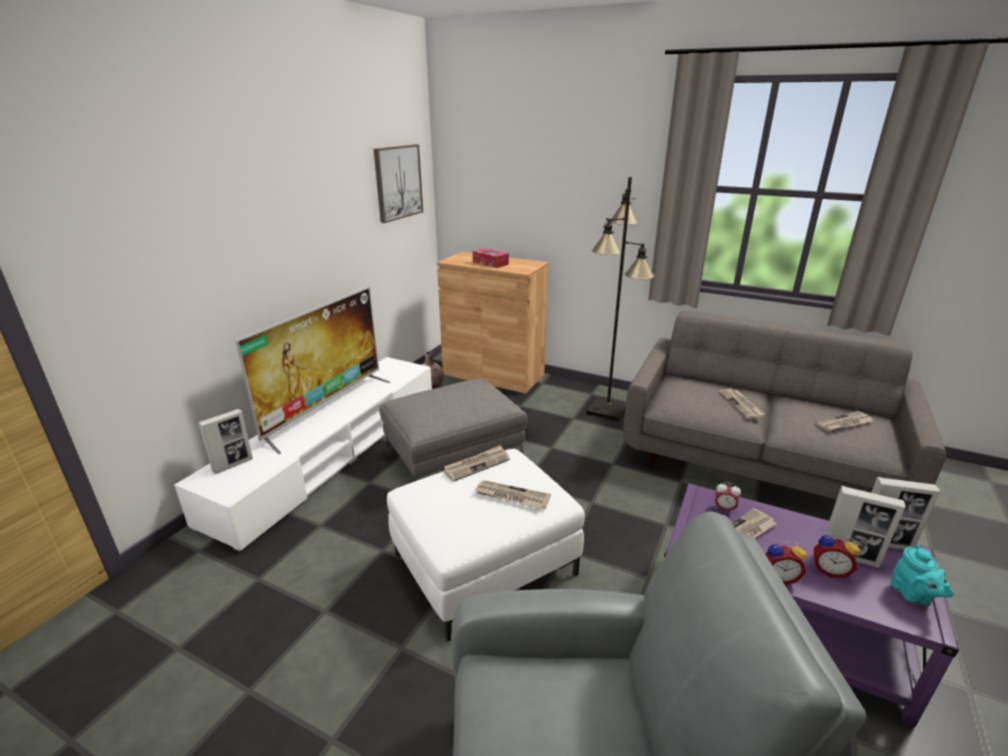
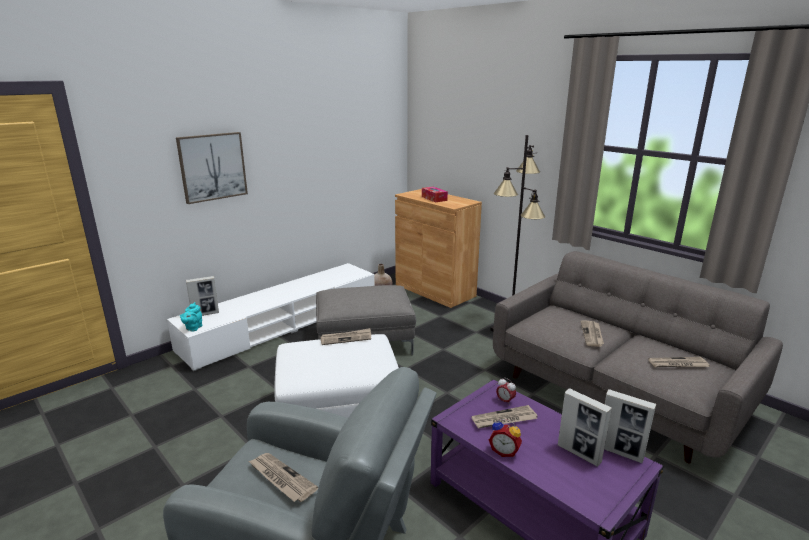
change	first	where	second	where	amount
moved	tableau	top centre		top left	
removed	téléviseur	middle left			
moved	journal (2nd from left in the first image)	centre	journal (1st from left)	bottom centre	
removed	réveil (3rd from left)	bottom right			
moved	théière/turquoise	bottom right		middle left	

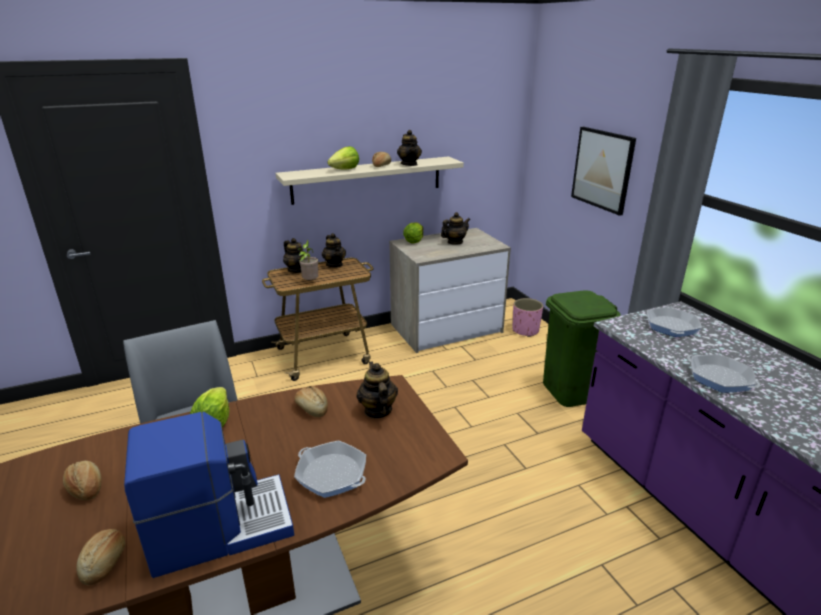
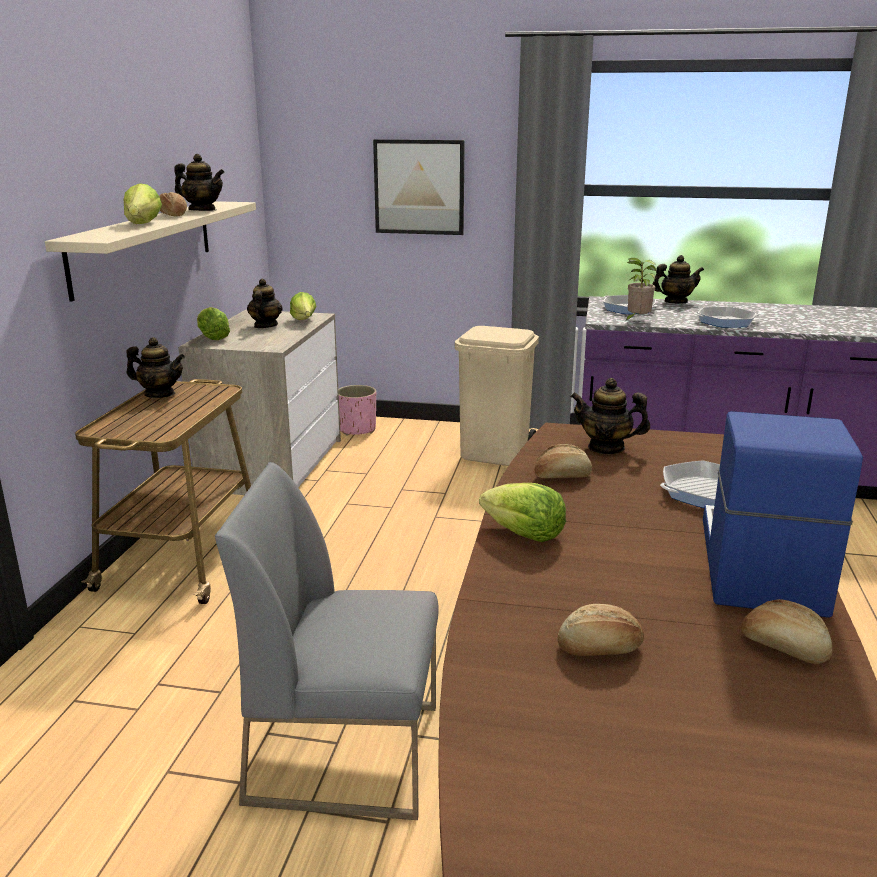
change	first	where	second	where	amount
moved	théière (1st from left in the first image)	centre	théière (5th from left)	top right	
moved	plante en pot	centre		top right	
recoloured	poubelle/vert	middle right	poubelle/beige	centre	
added			laitue (3rd from left)	centre	

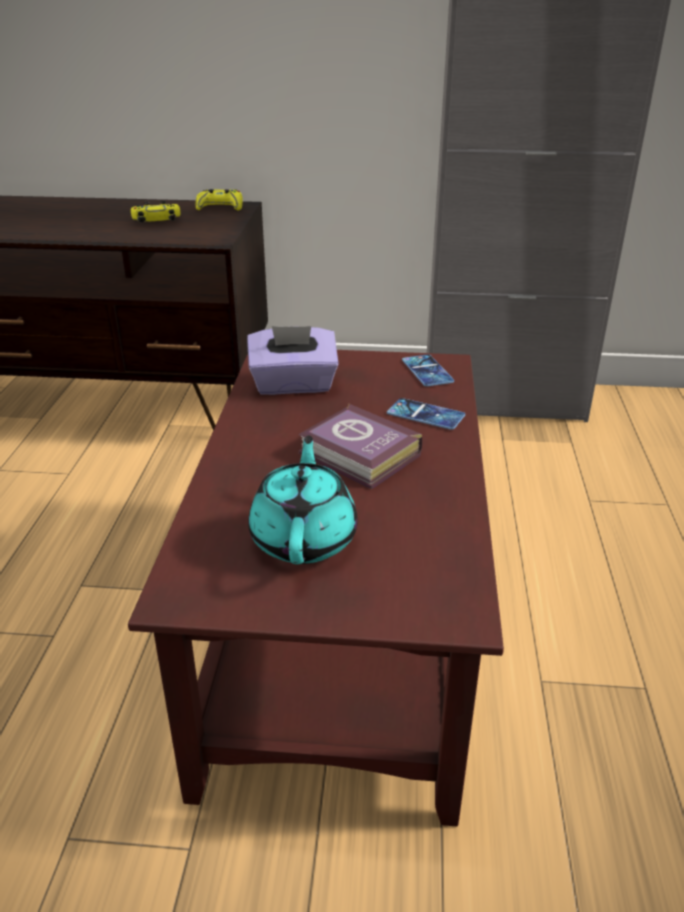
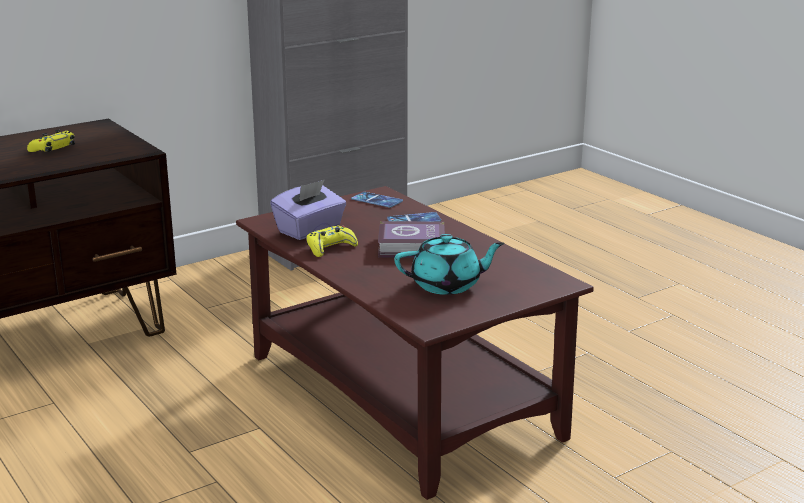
change	first	where	second	where	amount
moved	manette/jaune (2nd from left)	top left		centre	
turned	théière/turquoise	centre		centre	120 degrees clockwise

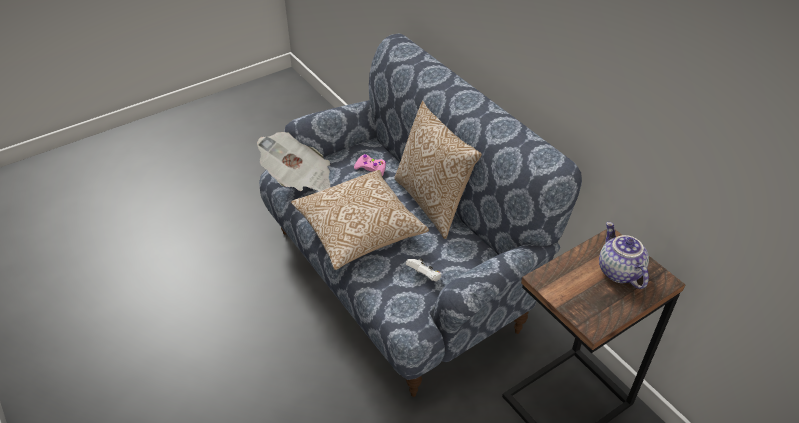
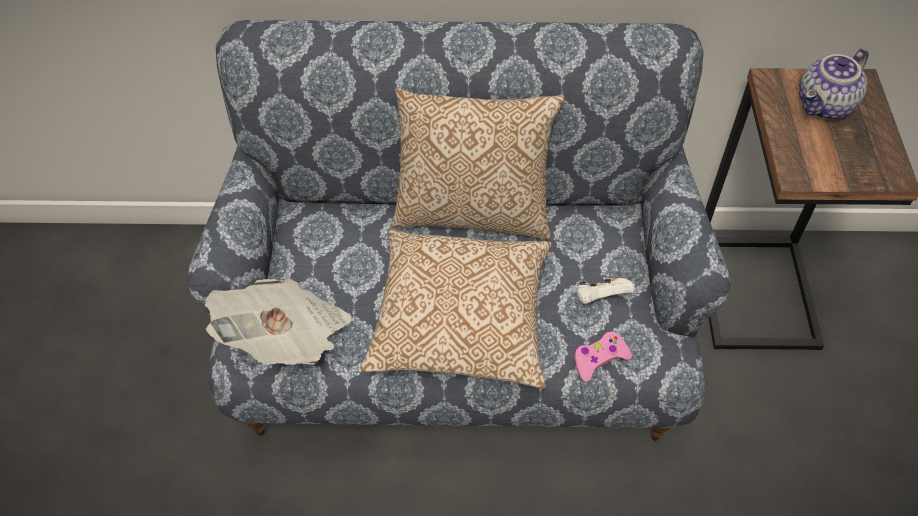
change	first	where	second	where	amount
moved	manette/rose	centre		bottom centre	
turned	théière	middle right		top right	60 degrees counterclockwise

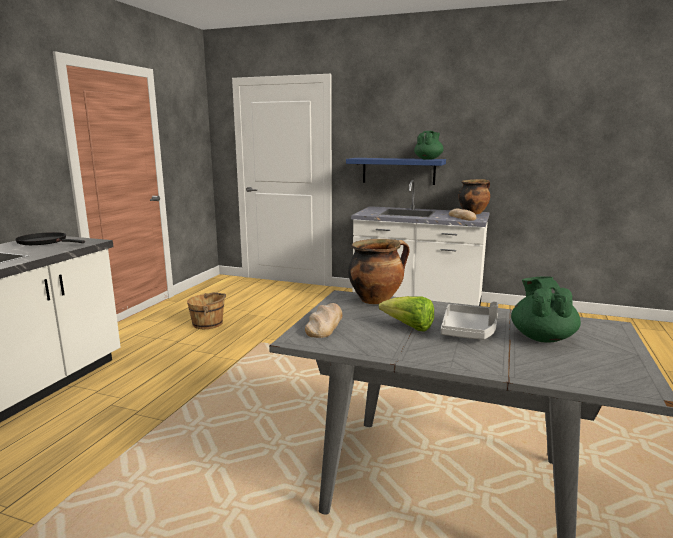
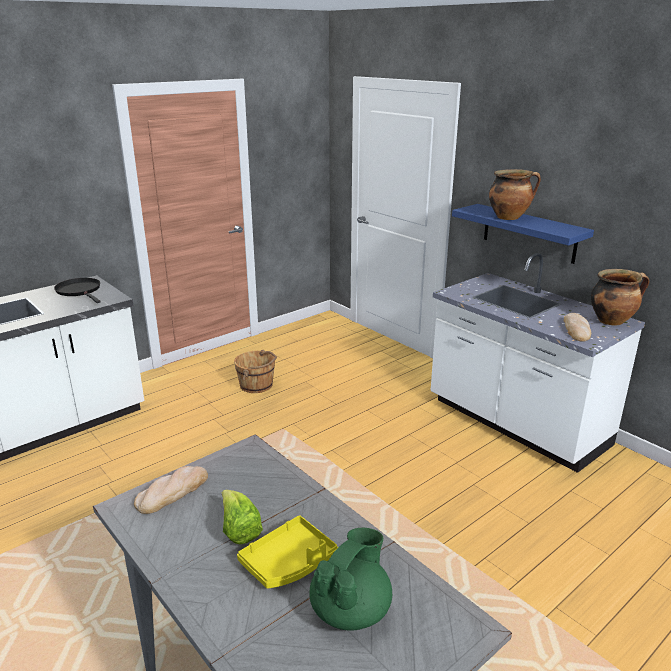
change	first	where	second	where	amount
removed	théière/vert (1st from left)	top centre			
moved	marmite (1st from left)	centre		top right	
recoloured	plateau/gris	middle right	plateau/jaune	bottom centre	

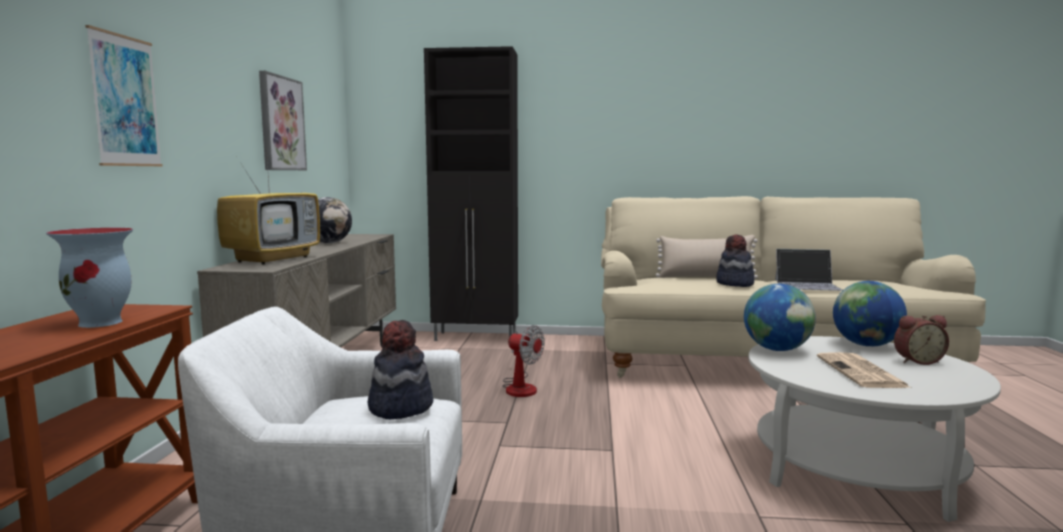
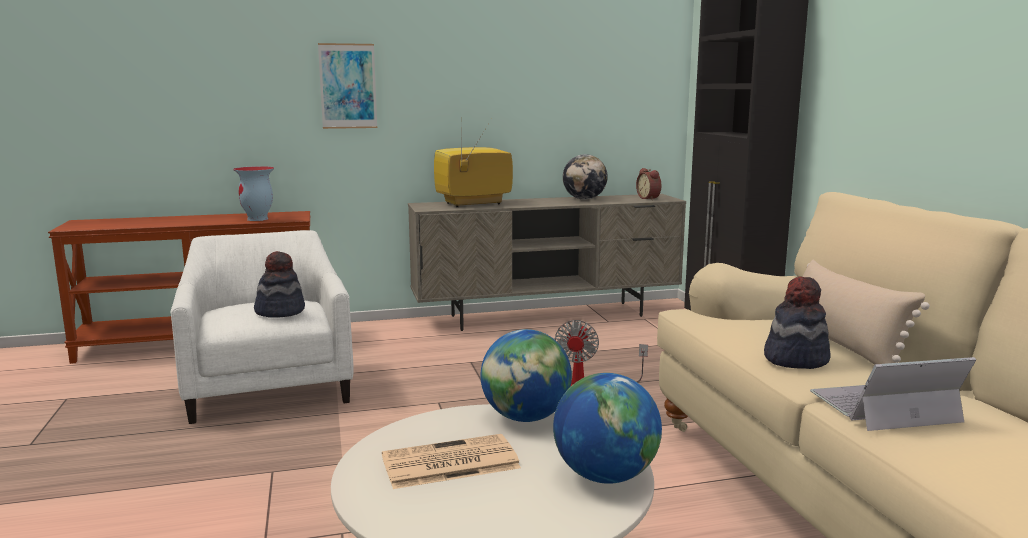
change	first	where	second	where	amount
removed	tableau (2nd from left)	top left			
turned	téléviseur	middle left		top centre	150 degrees clockwise
turned	ordinateur portable	middle right		bottom right	90 degrees clockwise
moved	réveil	middle right		centre	

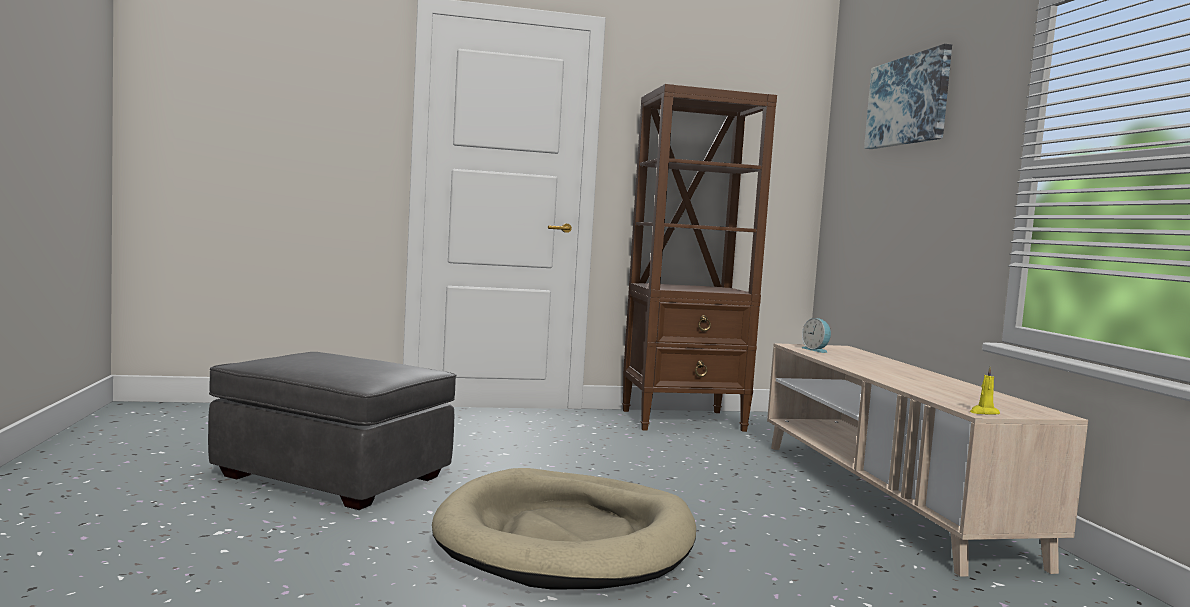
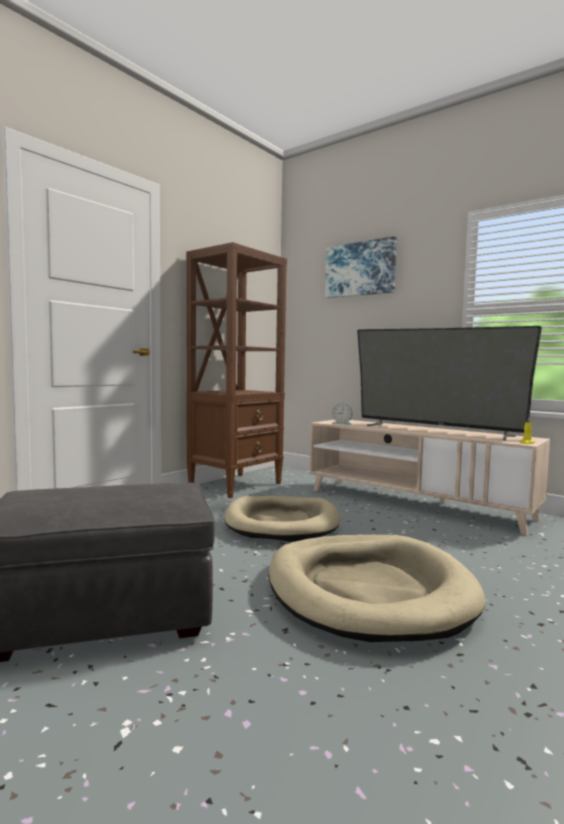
change	first	where	second	where	amount
added			téléviseur	middle right	
added			panier pour chien/beige (1st from left)	centre	

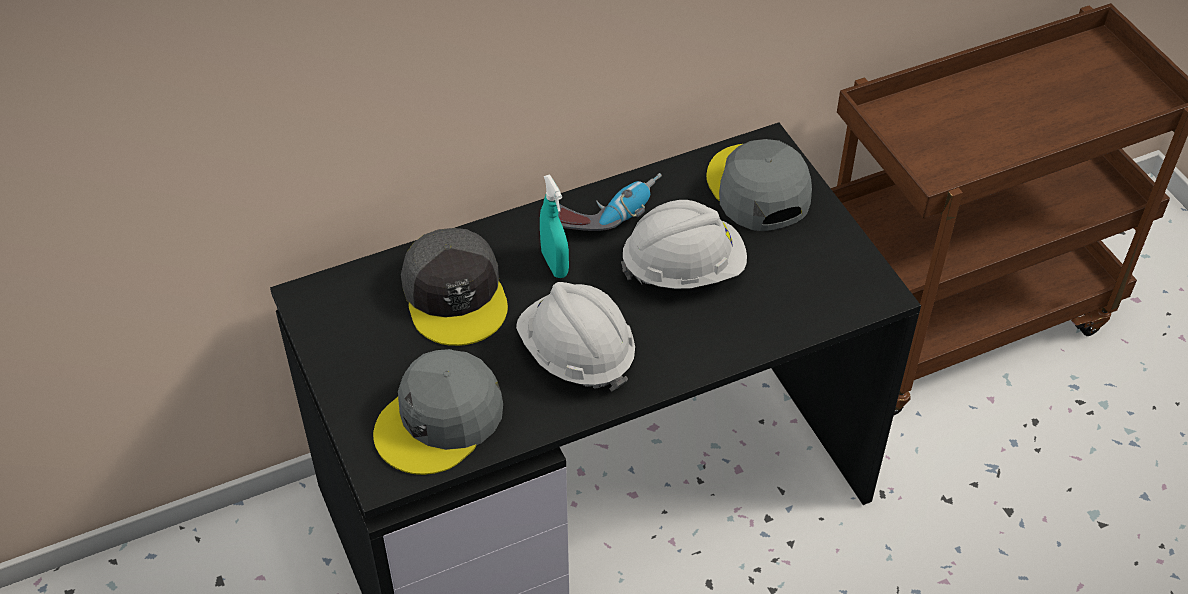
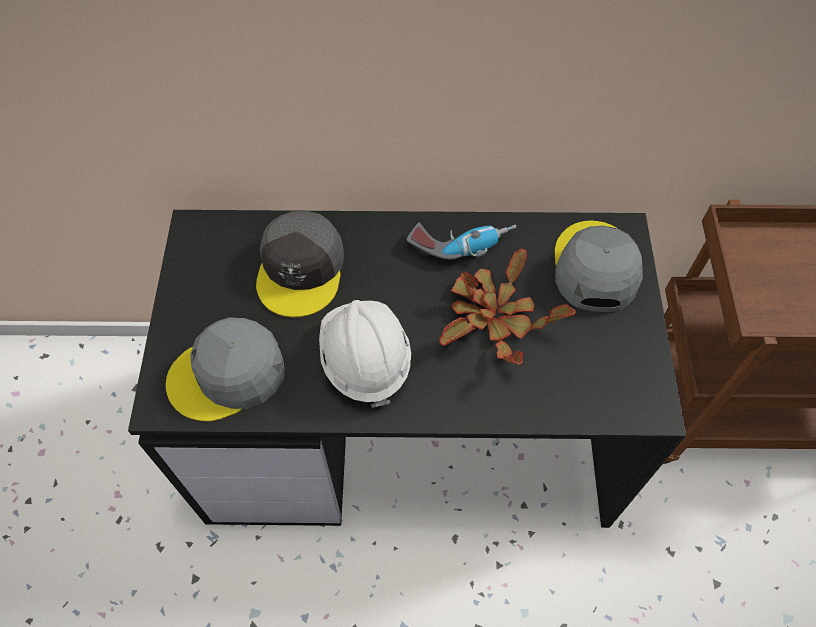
change	first	where	second	where	amount
removed	vaporisateur/turquoise	centre			
replaced	casque de chantier/blanc (2nd from left)	centre	plante en pot	centre	

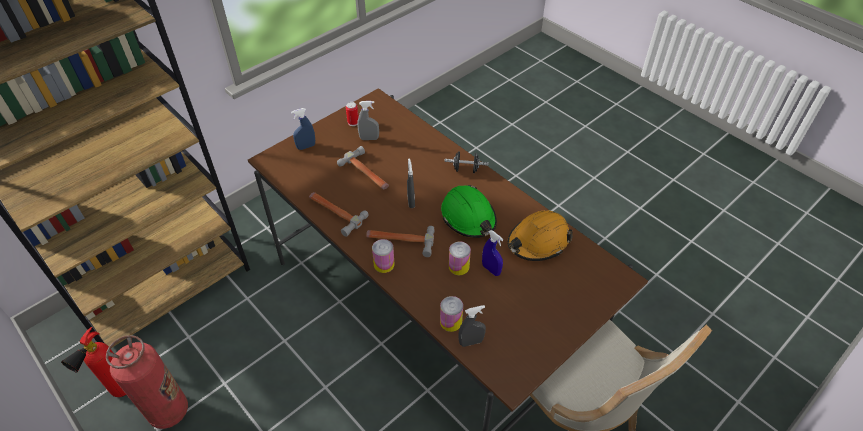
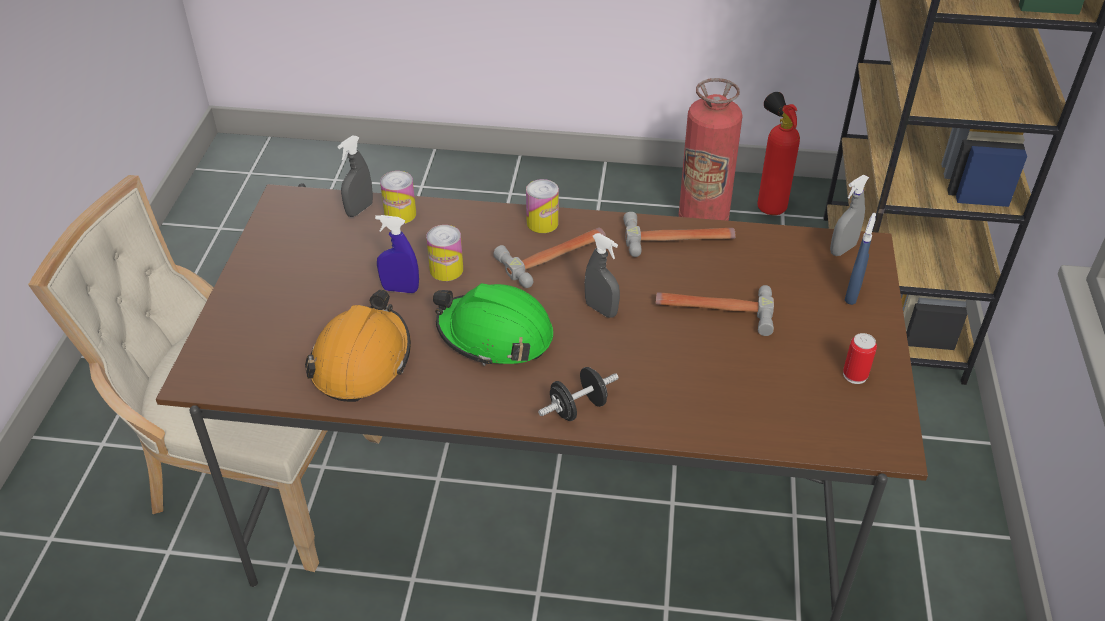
change	first	where	second	where	amount
moved	vaporisateur/gris (1st from left in the first image)	top centre	vaporisateur/gris (3rd from left)	middle right	

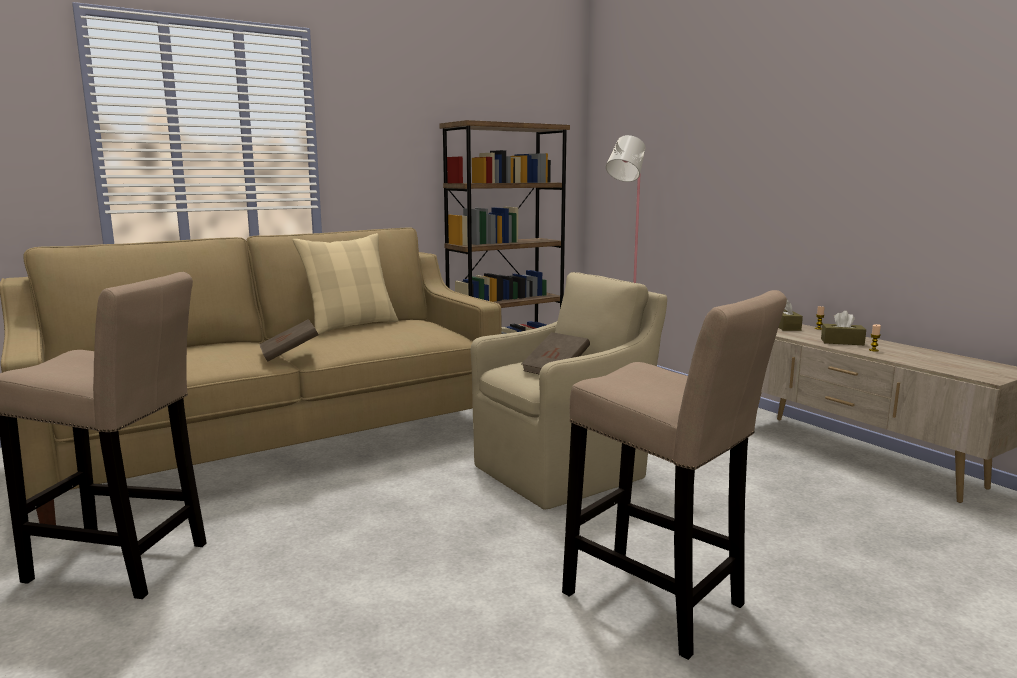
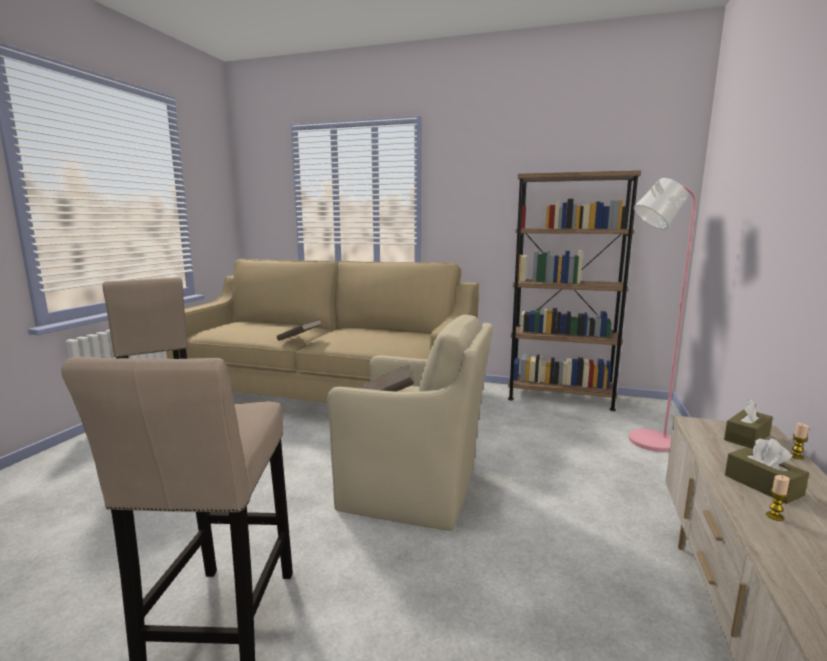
change	first	where	second	where	amount
removed	coussin/beige	centre			

